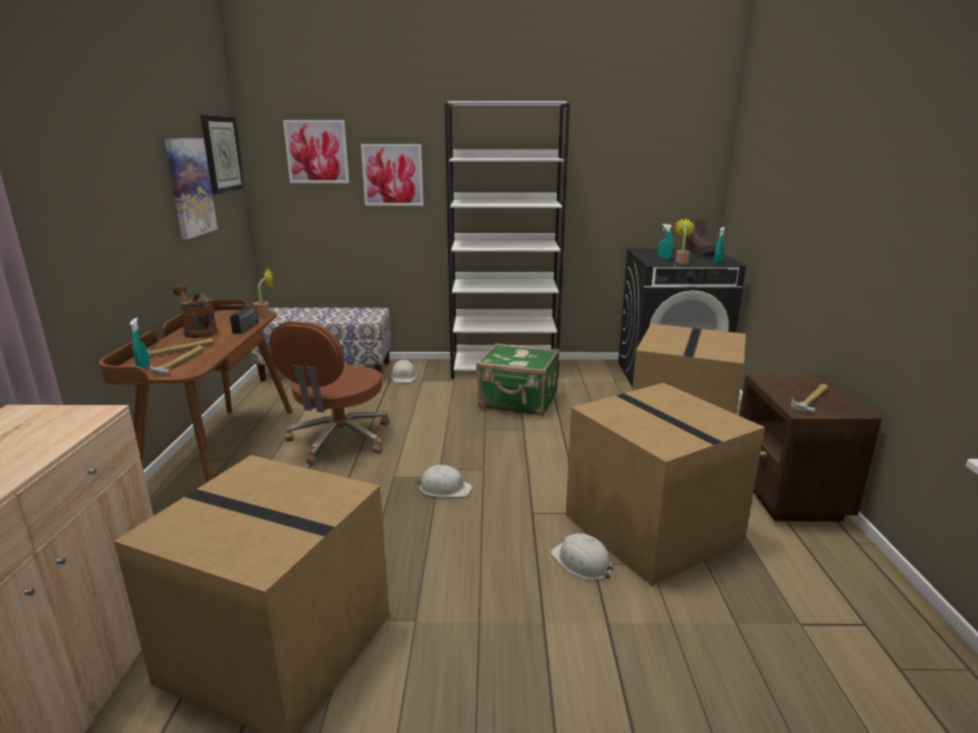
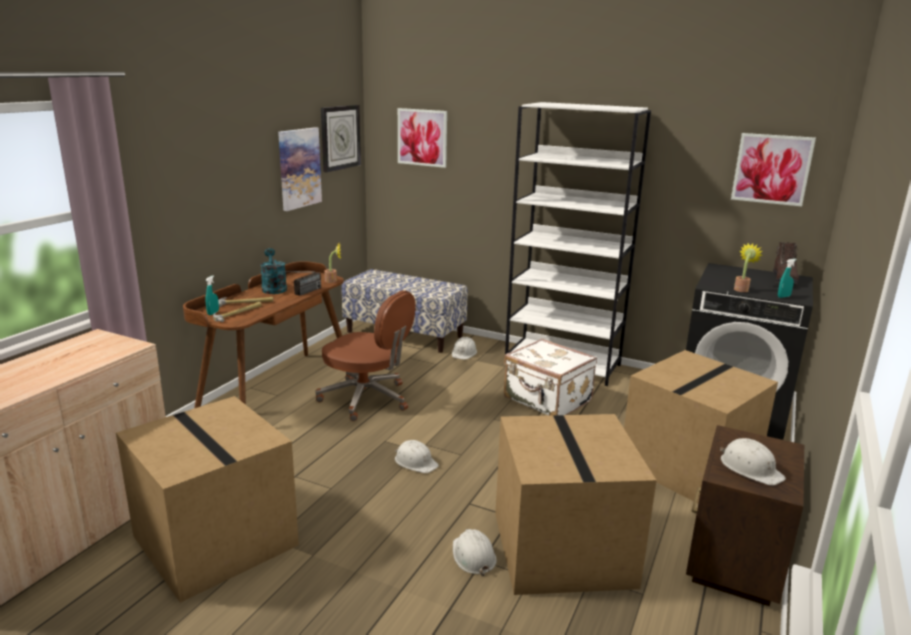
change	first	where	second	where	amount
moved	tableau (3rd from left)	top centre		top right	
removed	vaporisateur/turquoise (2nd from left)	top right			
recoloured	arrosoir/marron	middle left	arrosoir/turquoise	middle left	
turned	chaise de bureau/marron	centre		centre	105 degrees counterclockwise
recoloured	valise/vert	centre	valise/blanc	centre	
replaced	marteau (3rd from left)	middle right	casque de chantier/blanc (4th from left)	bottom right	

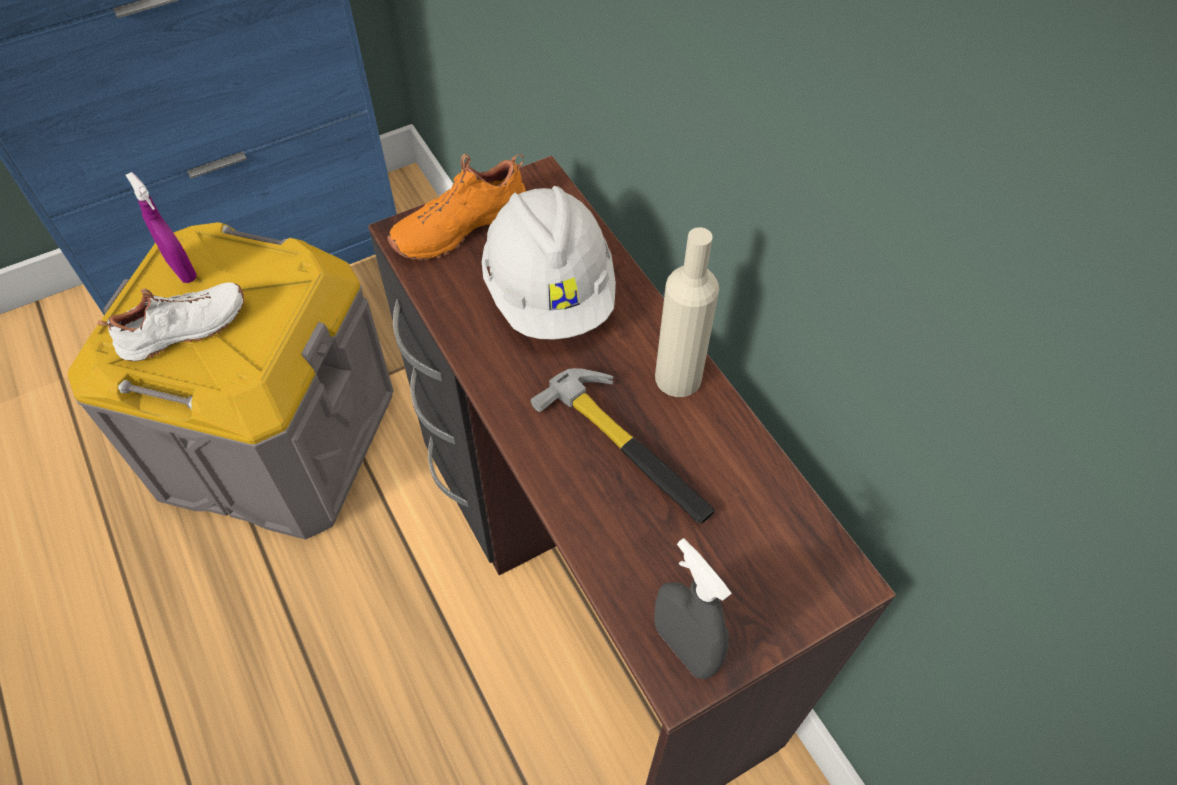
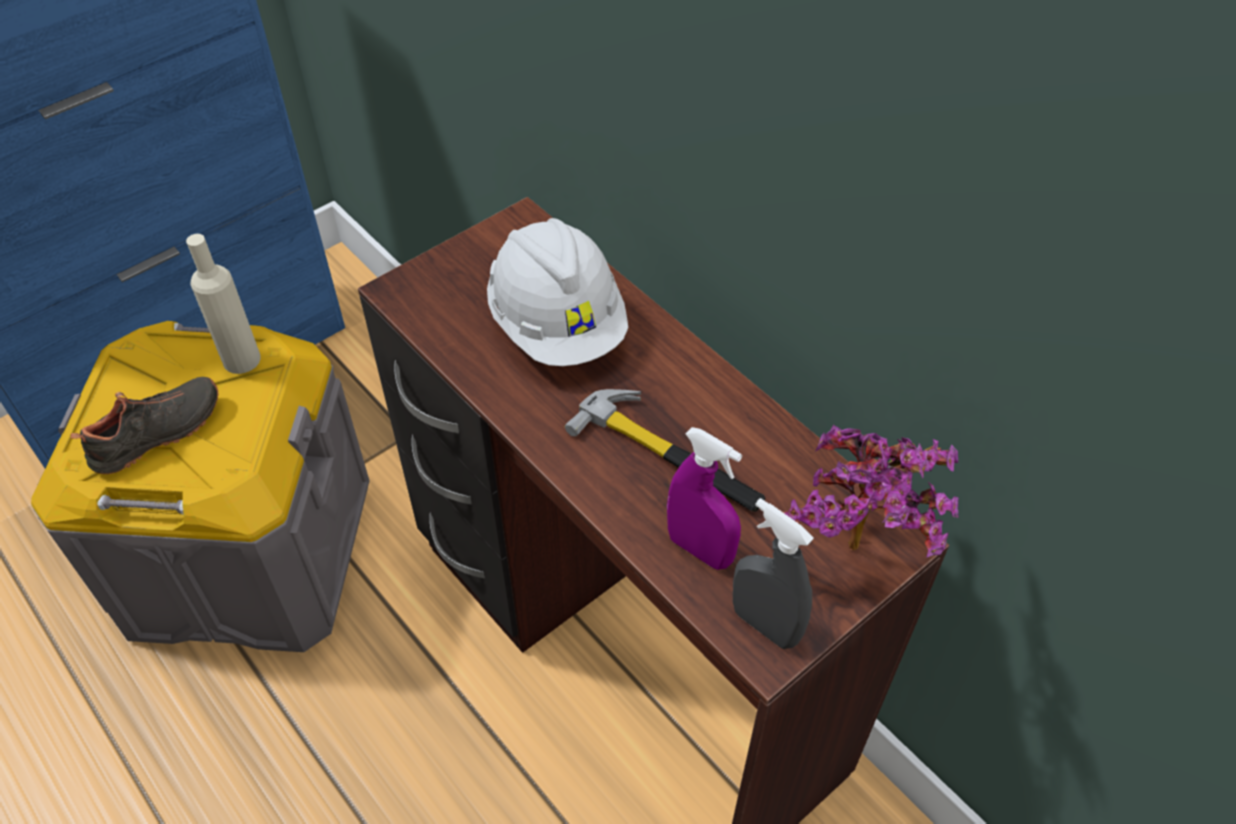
change	first	where	second	where	amount
removed	chaussure/orange	top centre			
moved	vaporisateur/violet	top left		centre	
moved	bouteille/beige	centre		middle left	
recoloured	chaussure/blanc	middle left	chaussure/noir	middle left	
added			plante en pot	middle right	

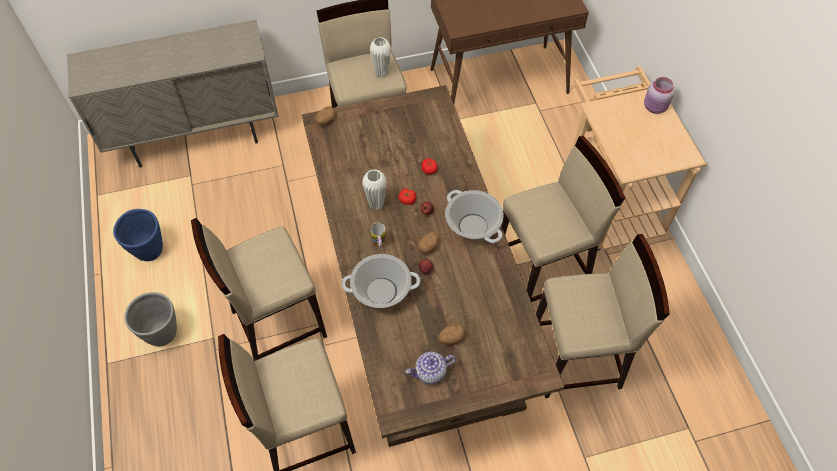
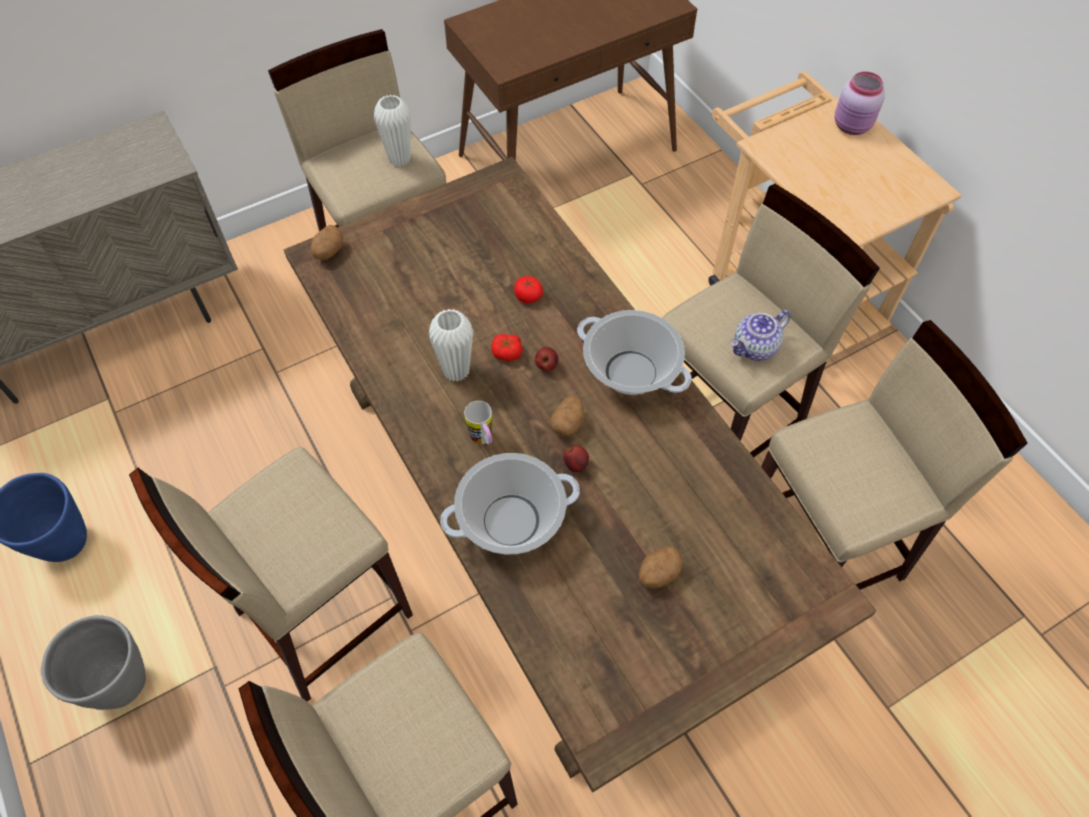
change	first	where	second	where	amount
moved	théière	bottom centre		middle right	

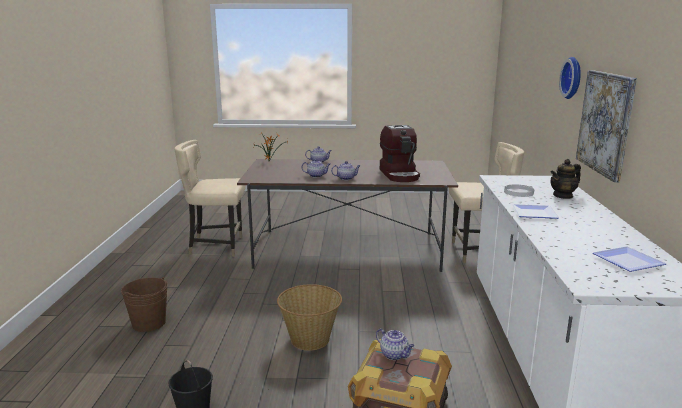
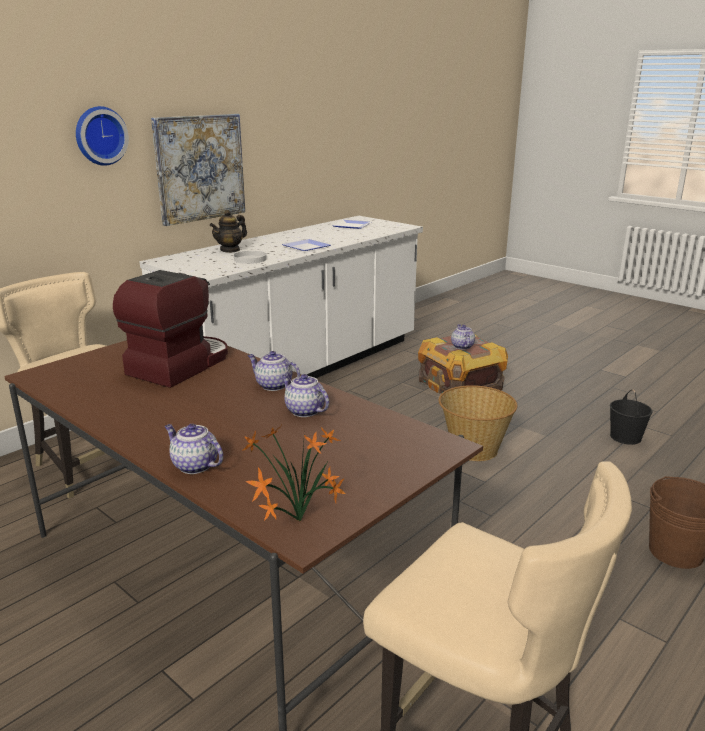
change	first	where	second	where	amount
turned	théière (5th from left in the first image)	middle right	théière (2nd from left)	top left	120 degrees clockwise

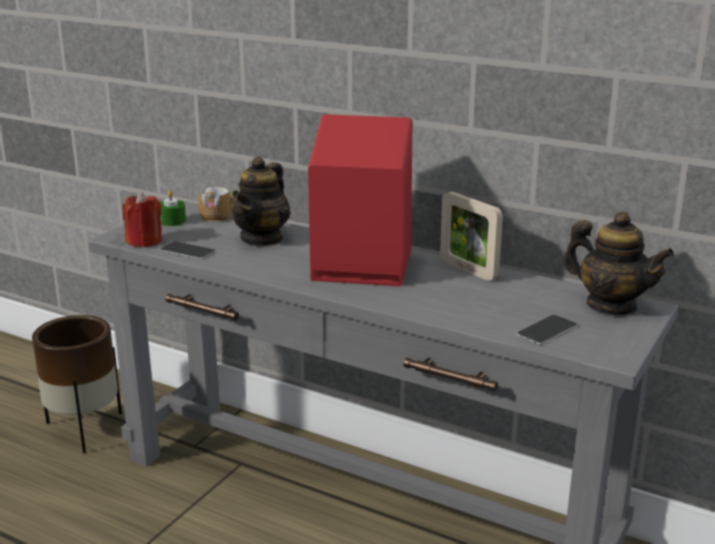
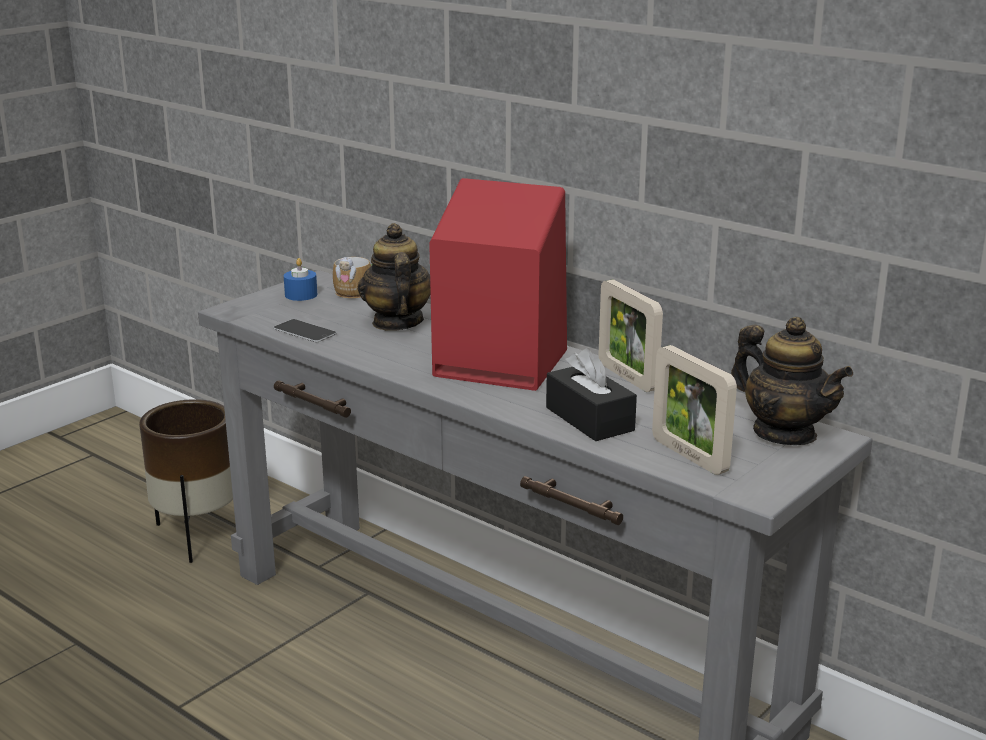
change	first	where	second	where	amount
turned	théière (1st from left)	centre		centre	135 degrees clockwise
recoloured	bougie/vert	middle left	bougie/bleu	middle left	
removed	bougie/rouge	middle left			
replaced	téléphone (2nd from left)	middle right	cadre photo (2nd from left)	middle right	
added			boîte à mouchoirs/noir	centre	

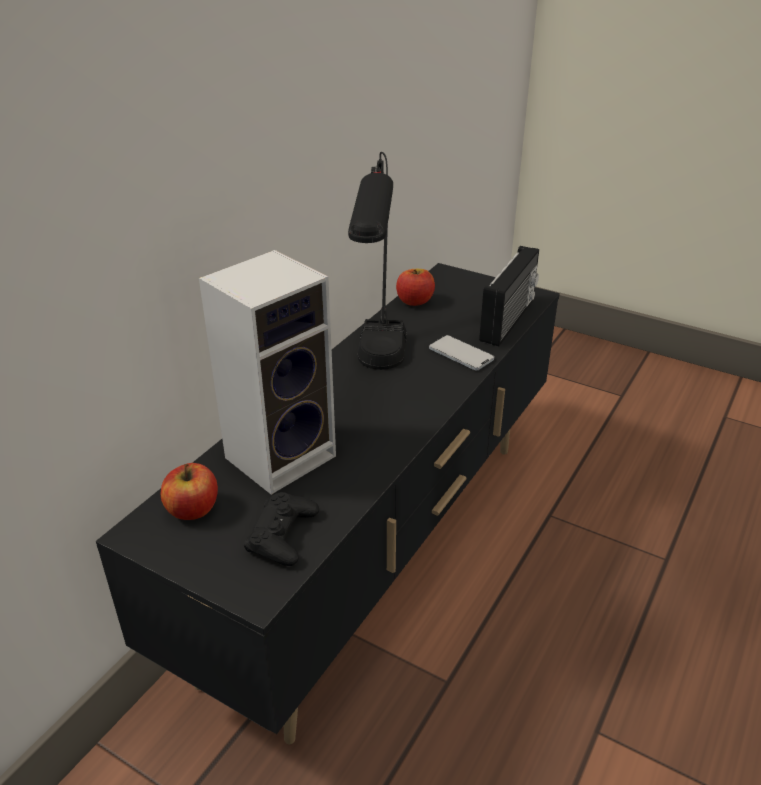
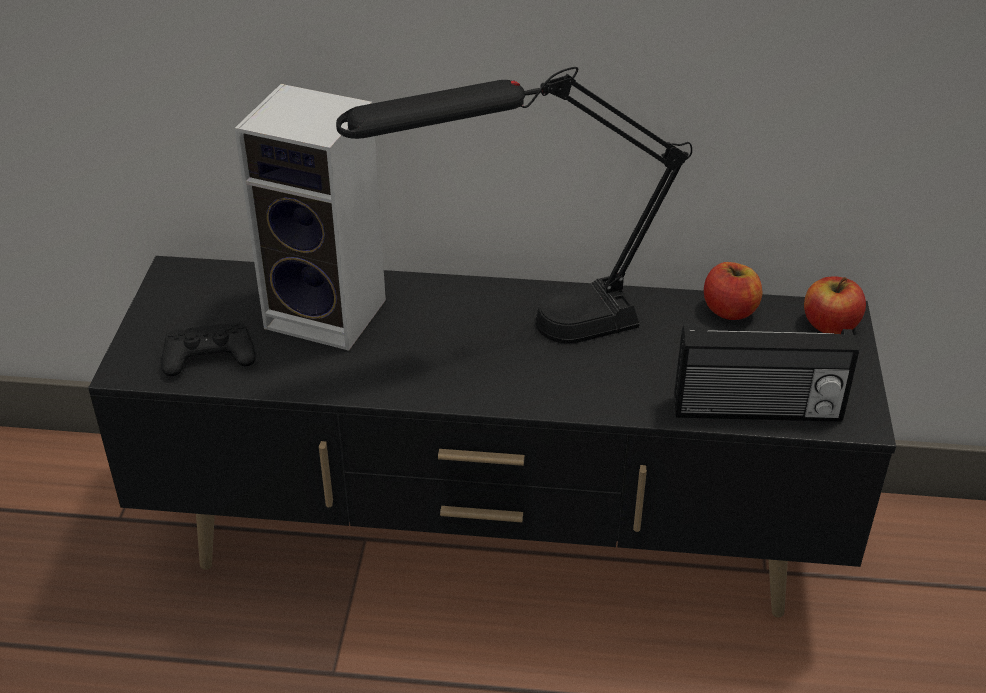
change	first	where	second	where	amount
removed	téléphone	centre			
moved	pomme (1st from left in the first image)	middle left	pomme (2nd from left)	middle right	

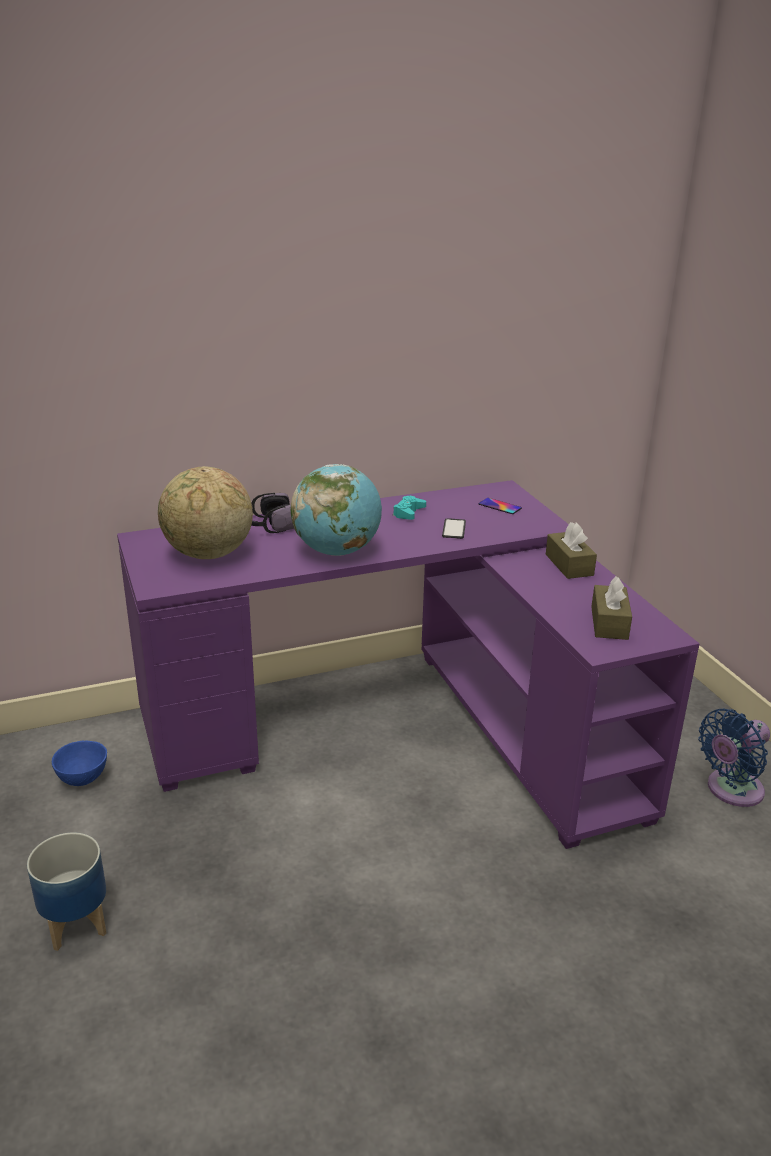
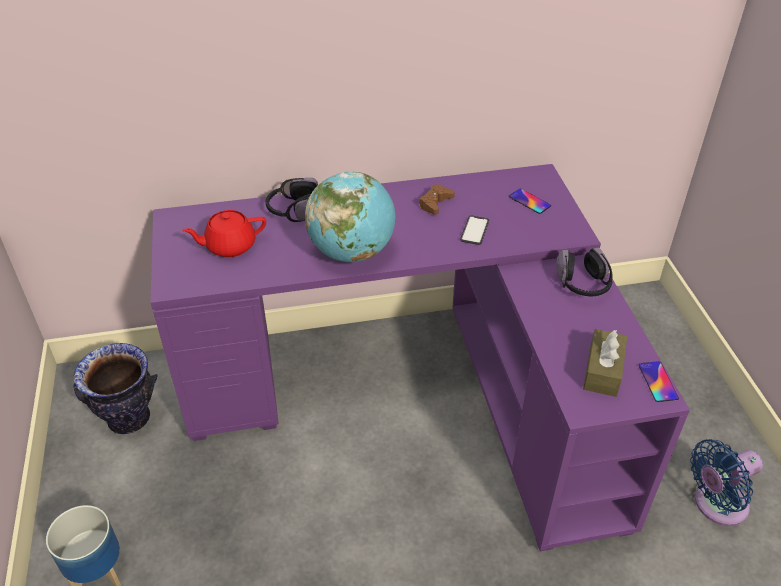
change	first	where	second	where	amount
replaced	globe (1st from left)	middle left	théière/rouge	middle left	
recoloured	manette/turquoise	centre	manette/marron	centre	
replaced	boîte à mouchoirs/marron (1st from left)	middle right	casque audio (2nd from left)	middle right	
replaced	bol/bleu	middle left	vase	middle left	
added			téléphone (3rd from left)	middle right	

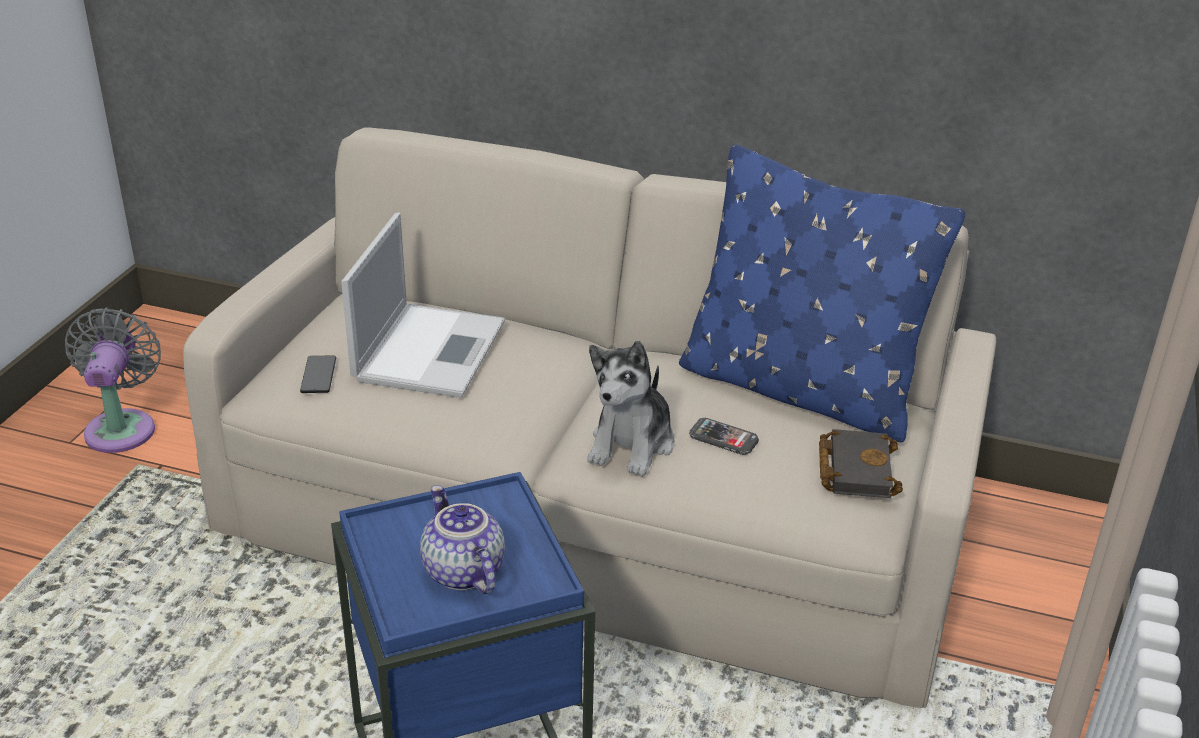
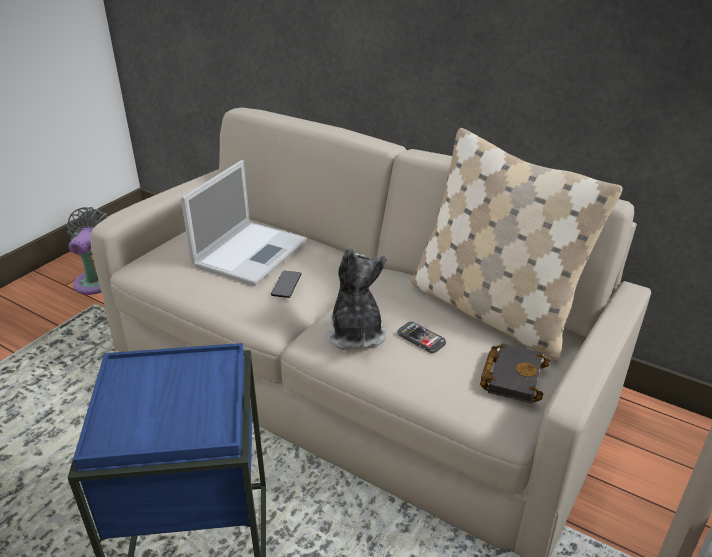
change	first	where	second	where	amount
recoloured	coussin/bleu	middle right	coussin/beige	middle right	
turned	peluche	centre		centre	135 degrees clockwise
moved	téléphone (1st from left)	middle left		centre	
removed	théière	bottom centre			

